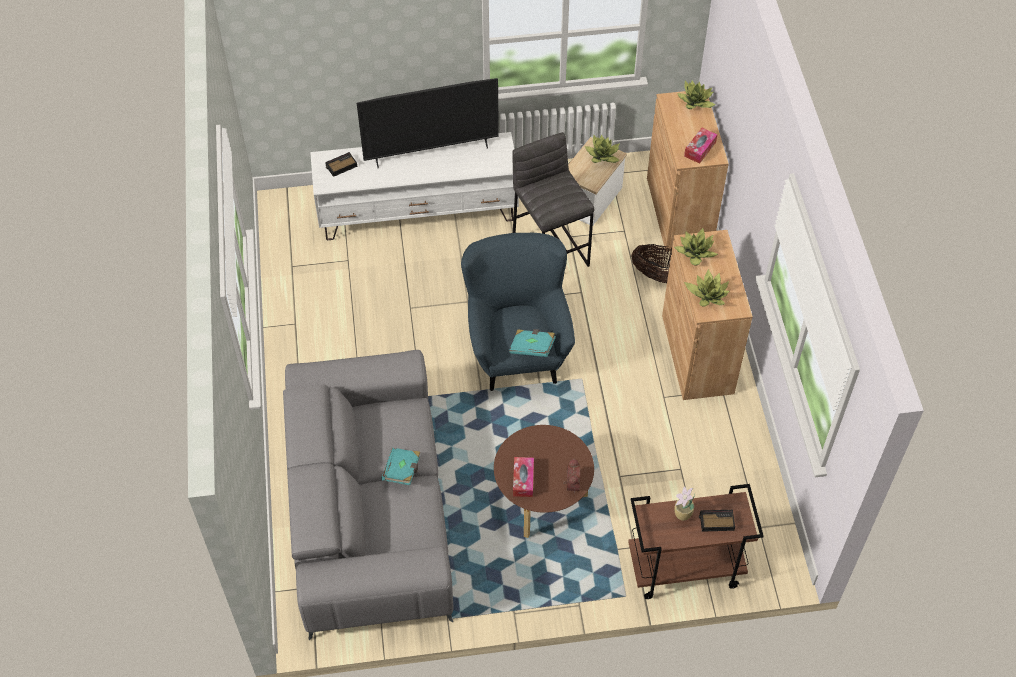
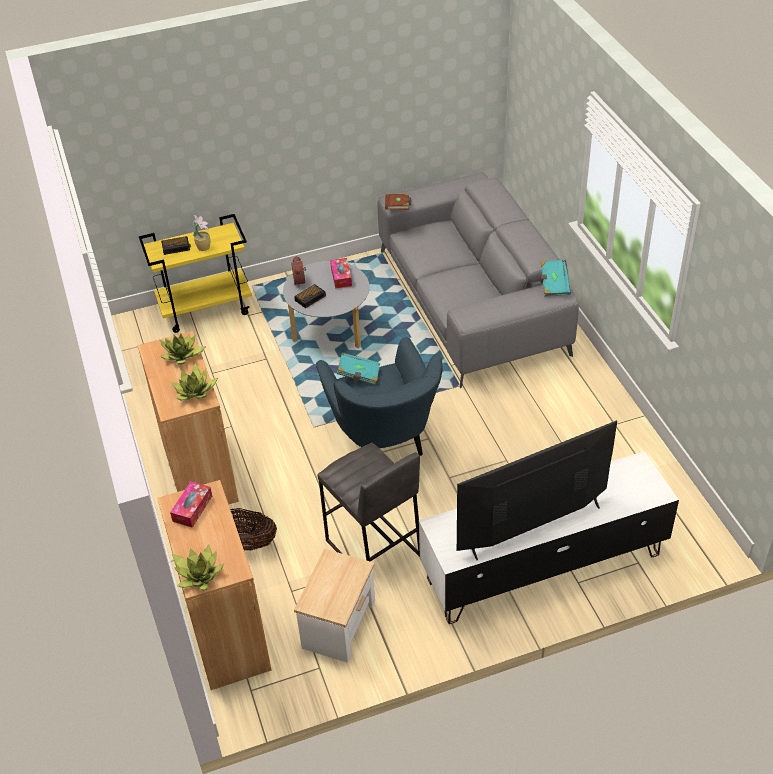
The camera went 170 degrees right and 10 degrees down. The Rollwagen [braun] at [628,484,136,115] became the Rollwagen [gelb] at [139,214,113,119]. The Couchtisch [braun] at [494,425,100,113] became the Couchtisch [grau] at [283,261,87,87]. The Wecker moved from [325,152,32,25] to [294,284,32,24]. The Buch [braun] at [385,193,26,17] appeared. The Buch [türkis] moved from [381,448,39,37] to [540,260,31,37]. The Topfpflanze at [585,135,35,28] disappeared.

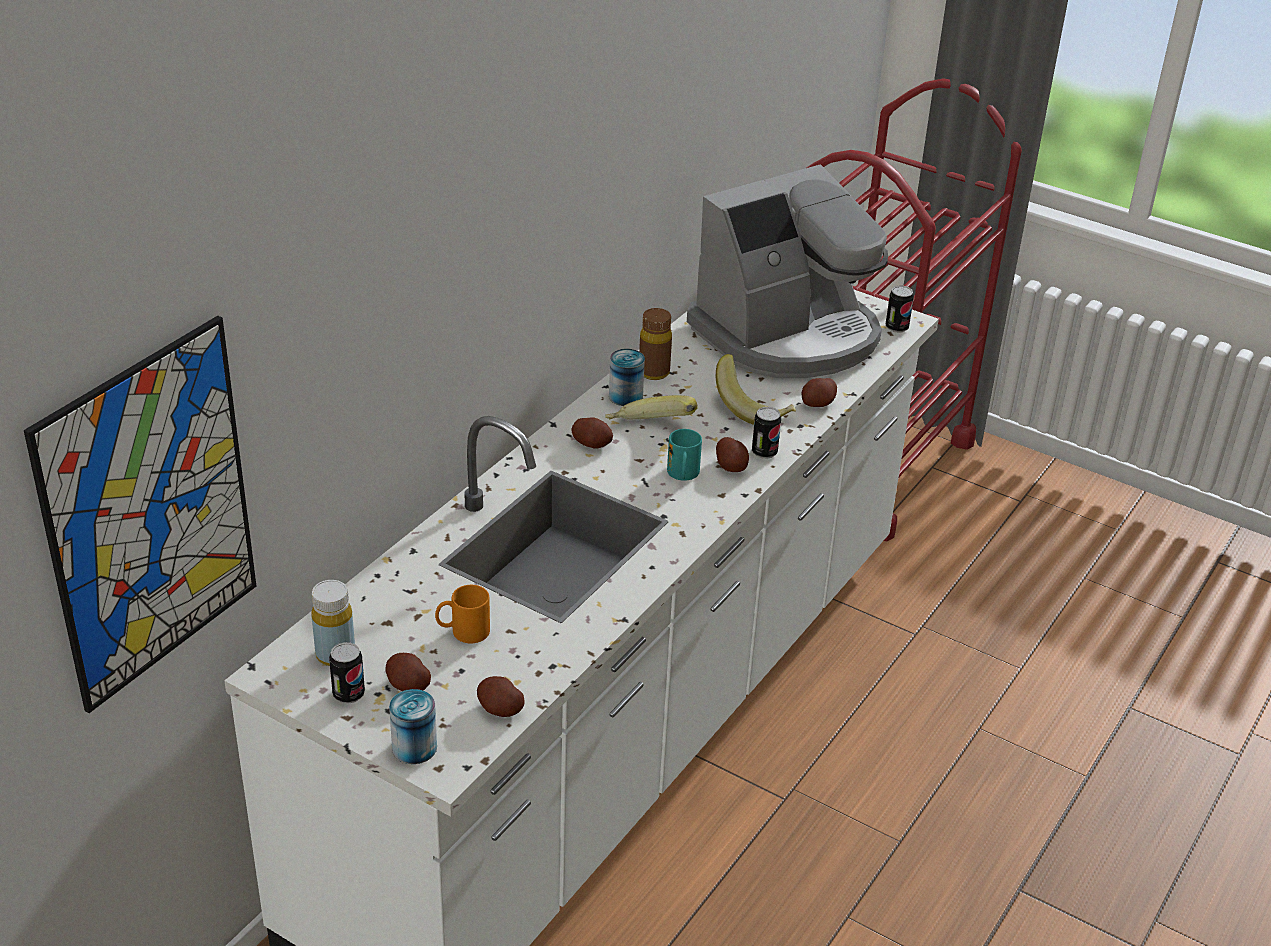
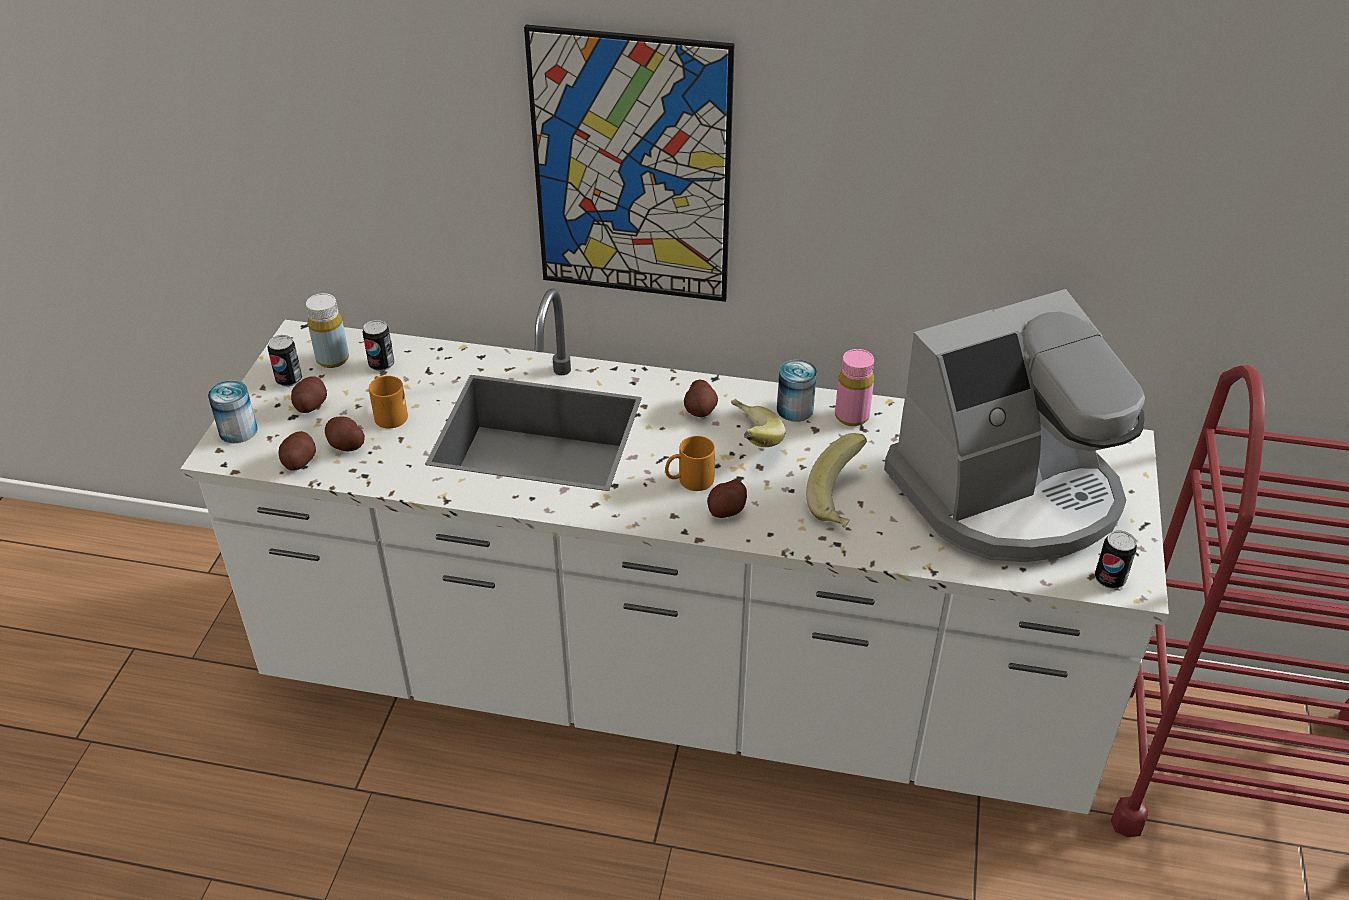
The camera went 70 degrees right and 5 degrees up. The Kartoffel moved from [801,378,36,29] to [325,416,40,35]. The Dose moved from [752,407,29,52] to [362,320,33,51]. The Bild moved from [24,316,232,397] to [524,25,211,277]. The Henkelbecher [türkis] at [667,429,35,52] became the Henkelbecher [orange] at [665,436,50,55]. The Flasche [braun] at [639,308,33,72] became the Flasche [rosa] at [835,349,39,77]. The Kaffeemaschine at [687,164,201,214] turned 60 degrees counterclockwise.

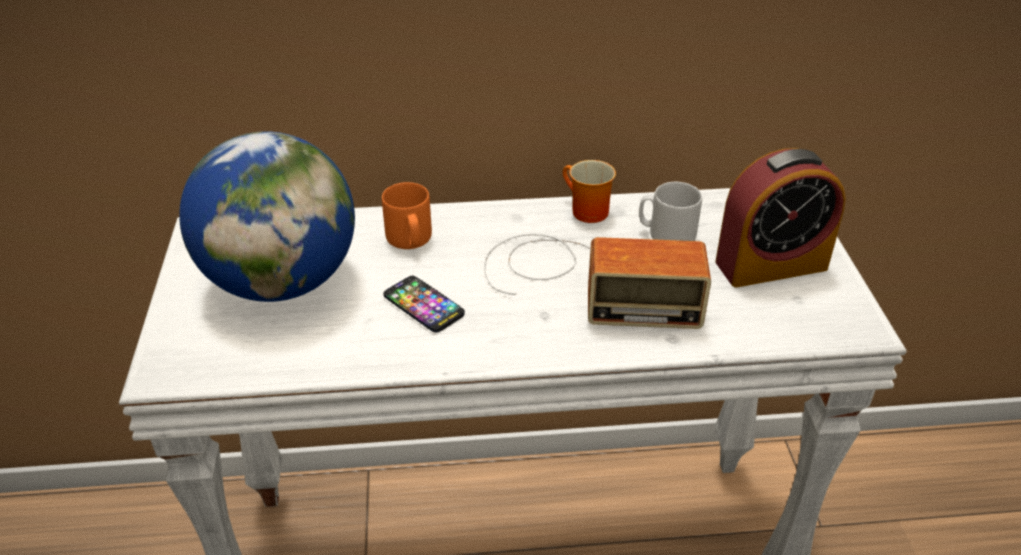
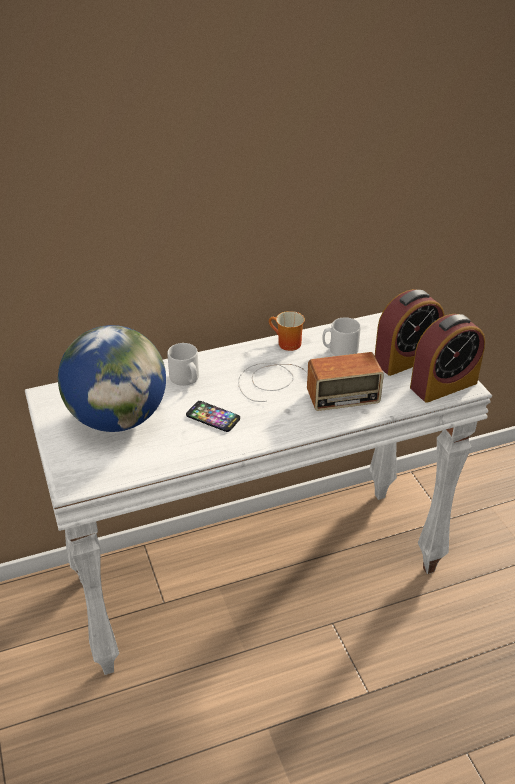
The camera went 15 degrees left and 0 degrees up. The Henkelbecher [orange] at [382,182,50,67] became the Henkelbecher [grau] at [167,343,32,43]. The Wecker at [410,314,75,89] appeared.

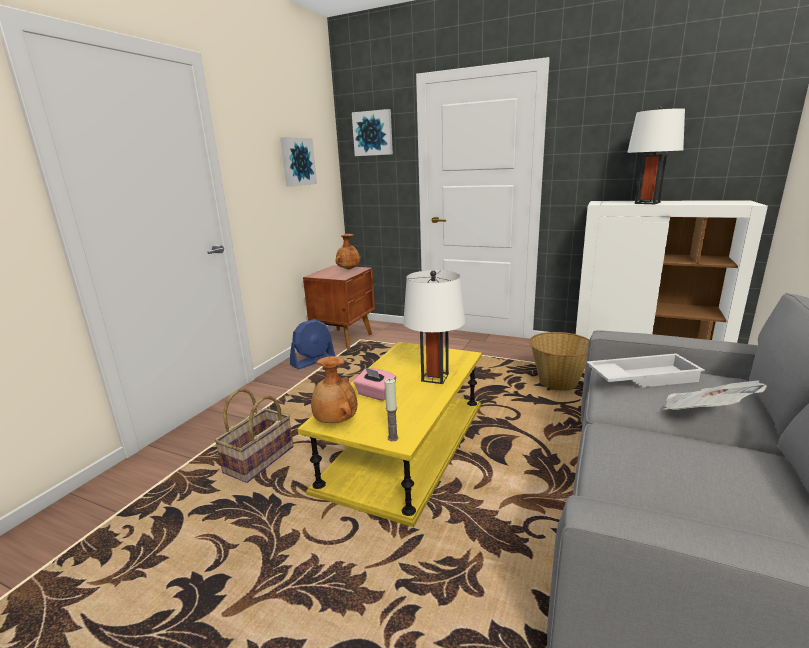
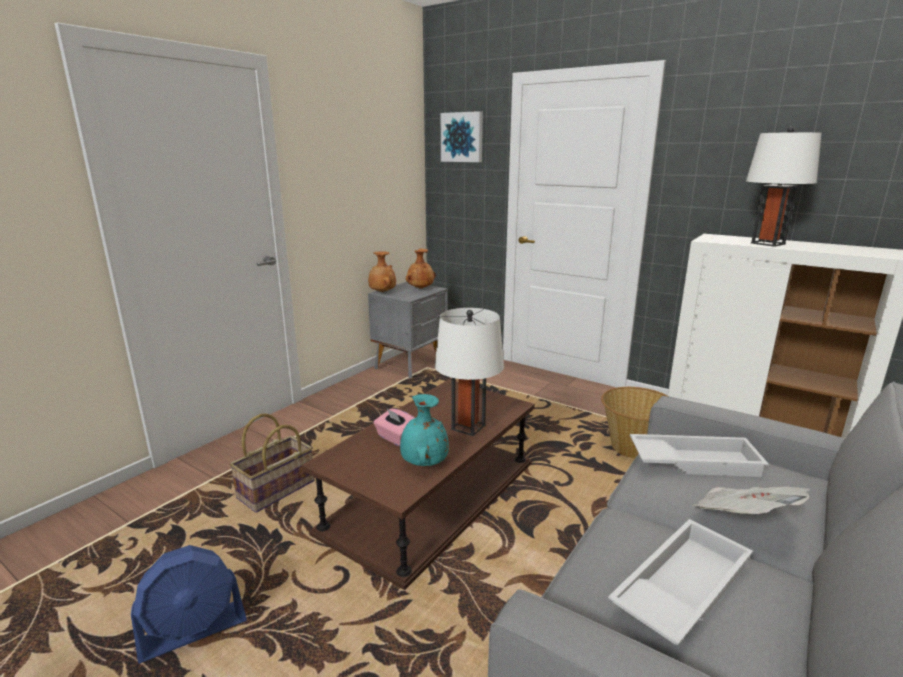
The camera went 10 degrees right and 0 degrees up. The Ventilator [blau] moved from [290,319,45,50] to [131,545,116,119]. The Couchtisch [gelb] at [297,342,185,185] became the Couchtisch [braun] at [302,379,233,211]. The Vase [braun] moved from [311,356,46,67] to [368,251,28,41]. The Nachttisch [braun] at [303,265,72,85] became the Nachttisch [grau] at [368,282,80,96]. The Vase [türkis] at [400,394,49,72] appeared. The Tablett [weiß] at [608,519,145,126] appeared. The Bild at [280,137,37,50] disappeared. The Kerze at [385,378,14,63] disappeared.

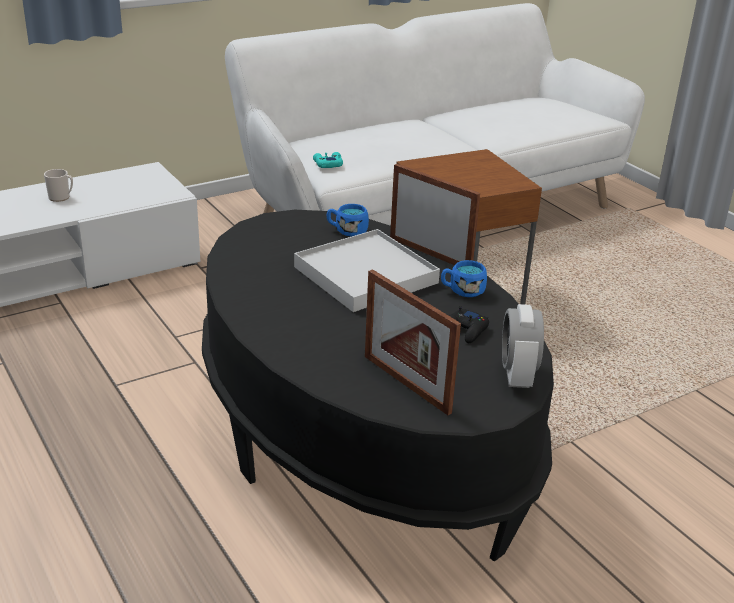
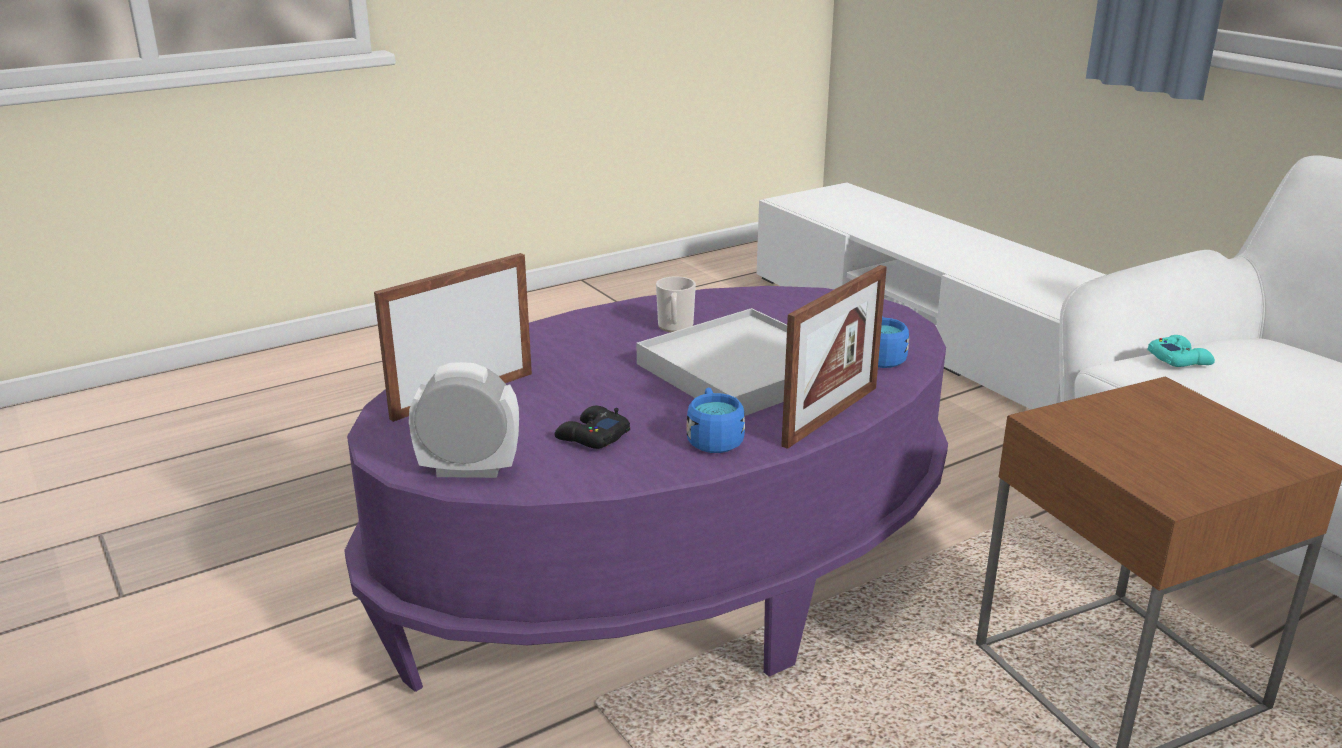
The camera went 90 degrees right and 5 degrees down. The Couchtisch [schwarz] at [202,210,352,351] became the Couchtisch [lila] at [344,286,604,406]. The Henkelbecher moved from [44,169,29,33] to [656,276,40,56].

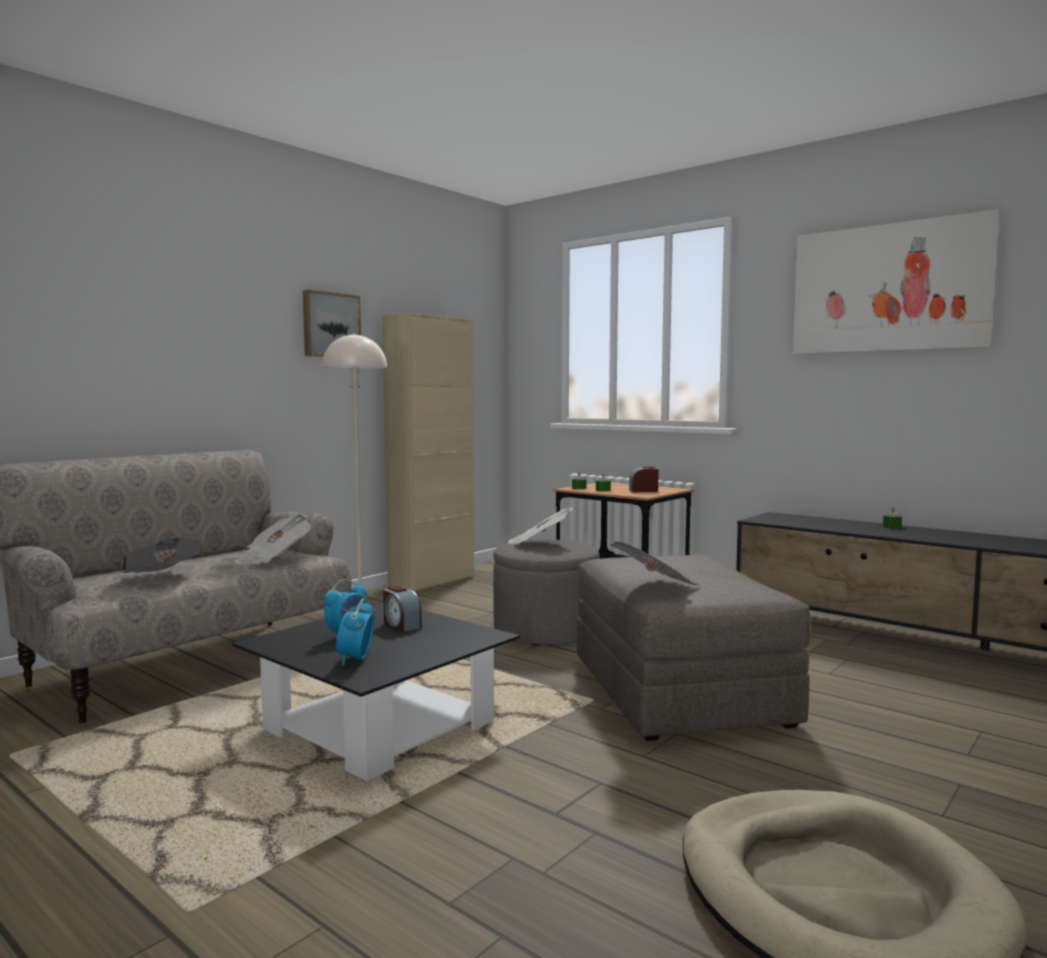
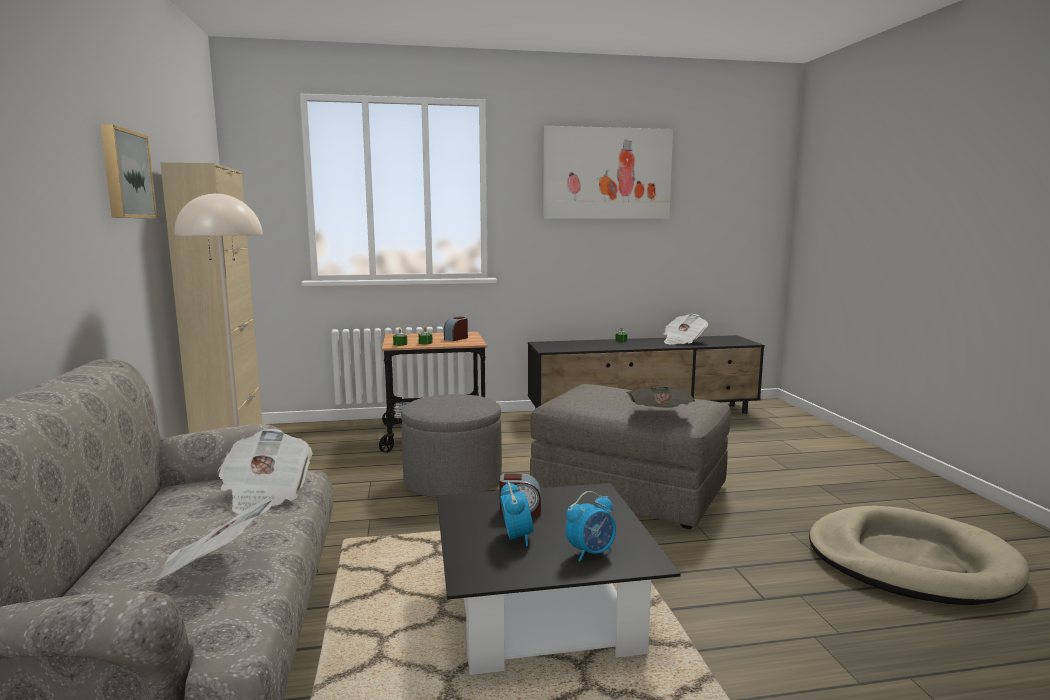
The camera went 50 degrees left and 5 degrees up. The Wecker at [336,598,38,68] turned 75 degrees counterclockwise. The Zeitung moved from [508,507,65,38] to [664,314,44,31].

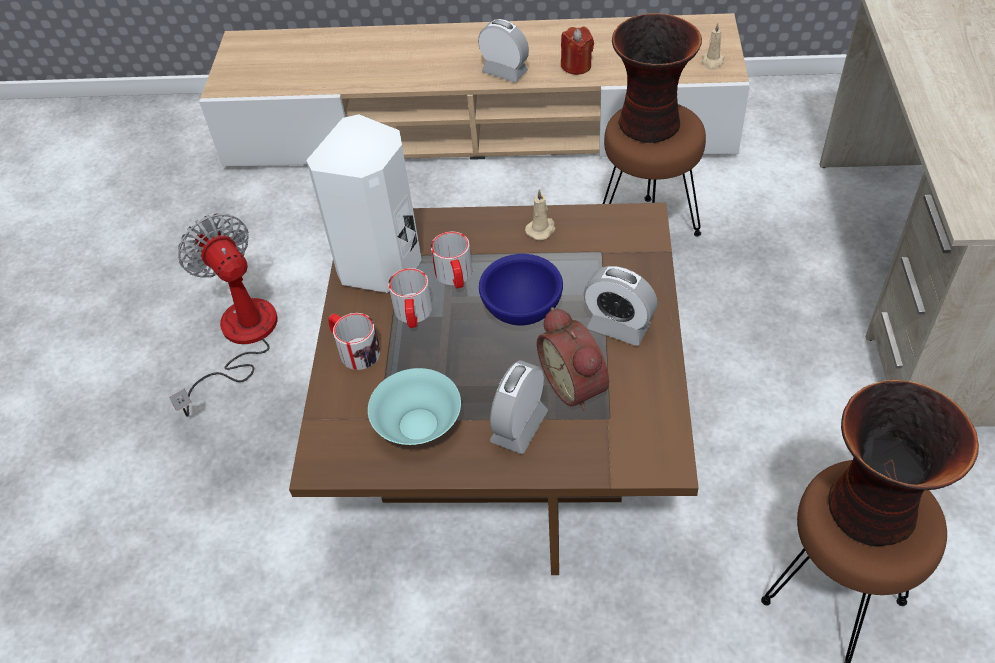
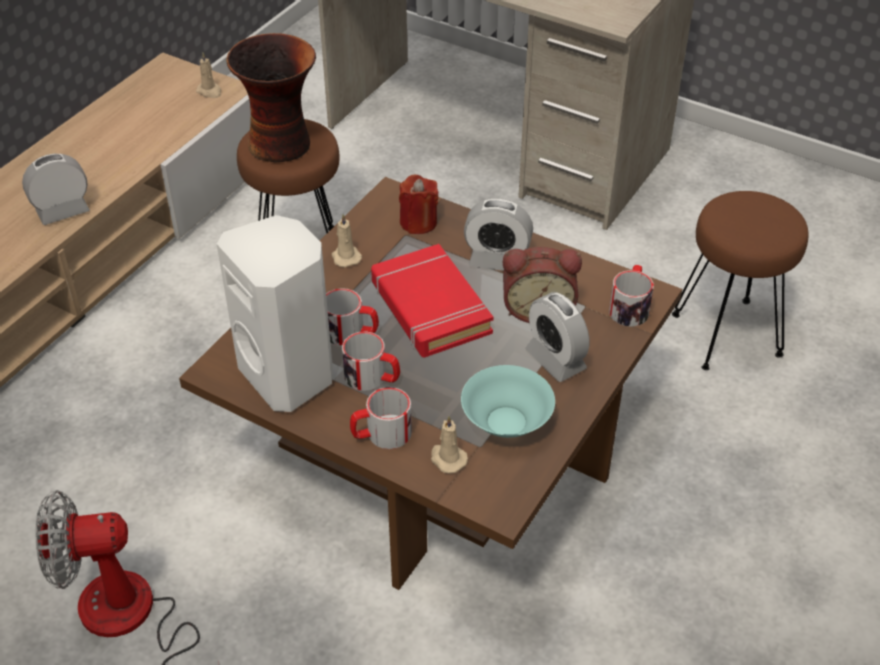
The camera went 65 degrees left and 5 degrees down. The Schüssel [blau] at [479,254,84,72] was replaced by the Buch [rot] at [371,244,122,113]. The Kerze [rot] moved from [561,27,33,48] to [399,175,40,59]. The Kerze [beige] at [431,416,37,58] appeared. The Wecker at [584,266,73,80] turned 45 degrees clockwise. The Henkelbecher at [609,265,45,62] appeared. The Vase at [828,380,151,166] disappeared.

